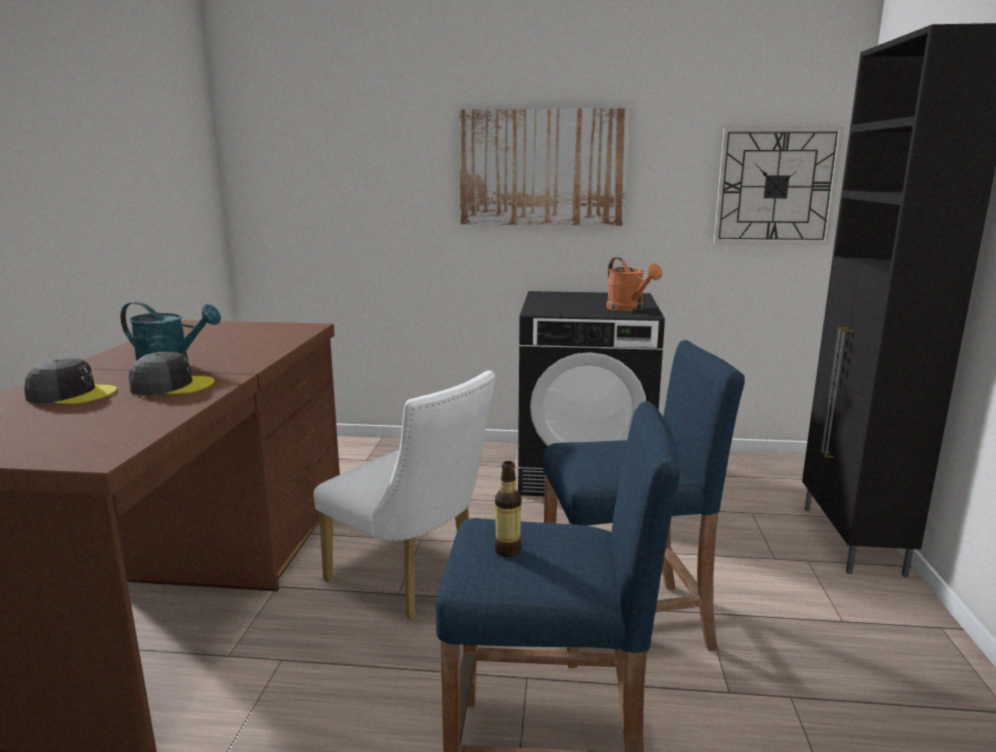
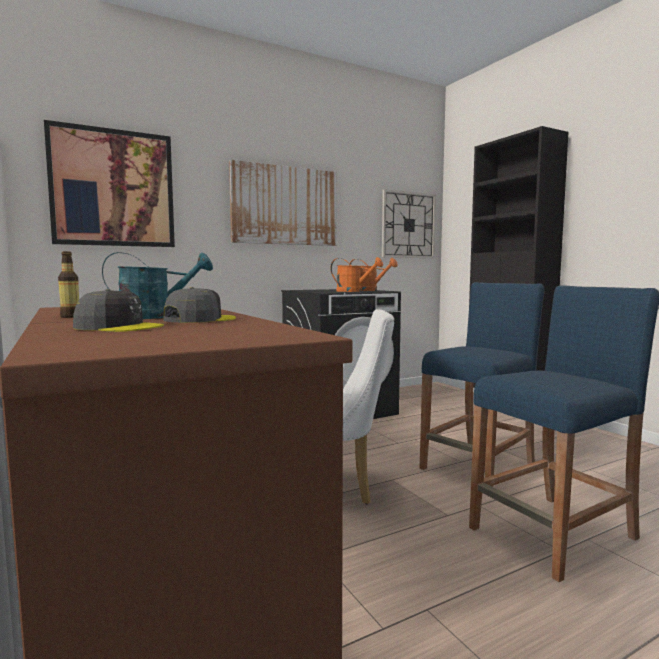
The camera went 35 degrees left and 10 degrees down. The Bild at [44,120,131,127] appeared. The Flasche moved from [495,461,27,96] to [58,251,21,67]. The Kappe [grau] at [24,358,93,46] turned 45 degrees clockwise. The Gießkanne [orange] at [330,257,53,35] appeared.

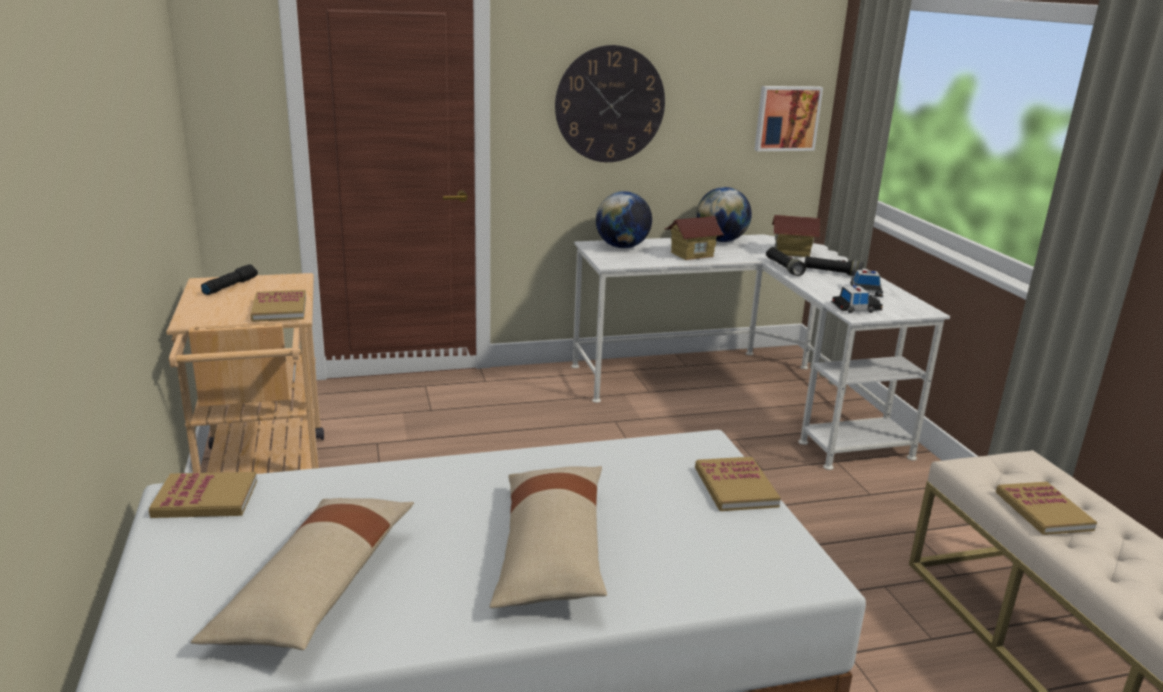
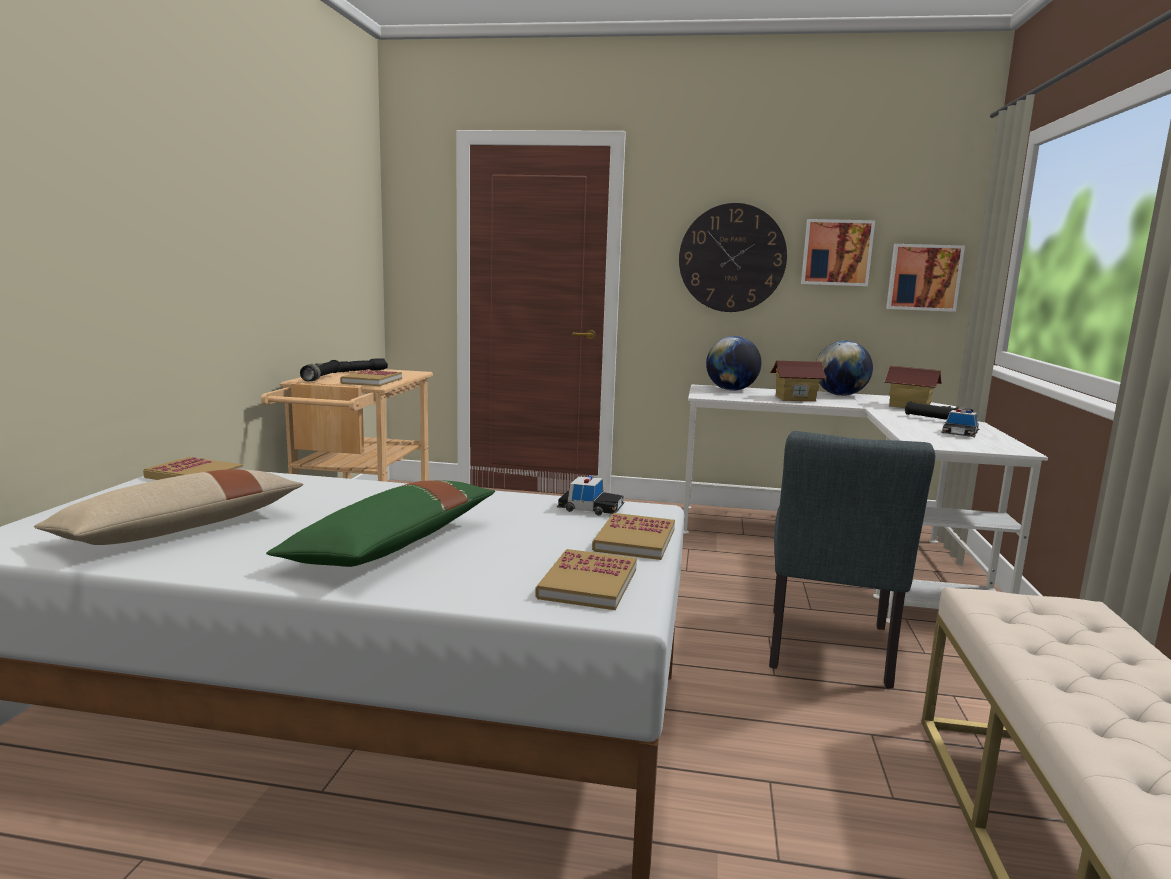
The camera went 25 degrees right and 10 degrees down. The Kissen [beige] at [490,466,117,142] became the Kissen [grün] at [266,480,229,87]. The Taschenlampe [schwarz] moved from [766,247,40,29] to [300,360,41,21]. The Buch moved from [996,482,101,53] to [535,549,102,61]. The Spielzeugauto moved from [831,285,52,28] to [557,476,67,40]. The Stuhl [grau] at [769,431,166,257] appeared. The Bild at [801,219,74,67] appeared.

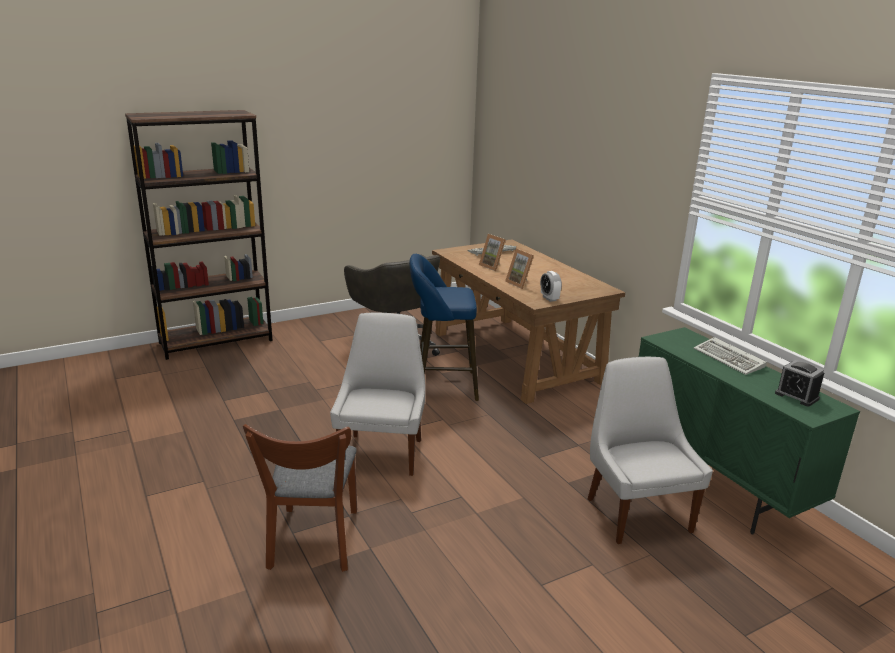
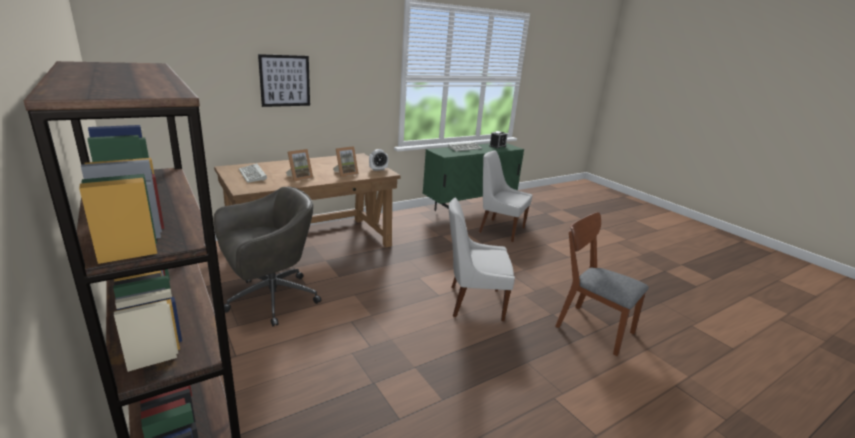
The camera went 95 degrees left and 0 degrees up. The Bild at [258,54,52,53] appeared. The Stuhl [weiß] at [588,357,125,187] turned 45 degrees clockwise. The Stuhl [braun] at [243,424,114,148] turned 135 degrees counterclockwise. The Hocker [blau] at [409,254,70,147] disappeared.

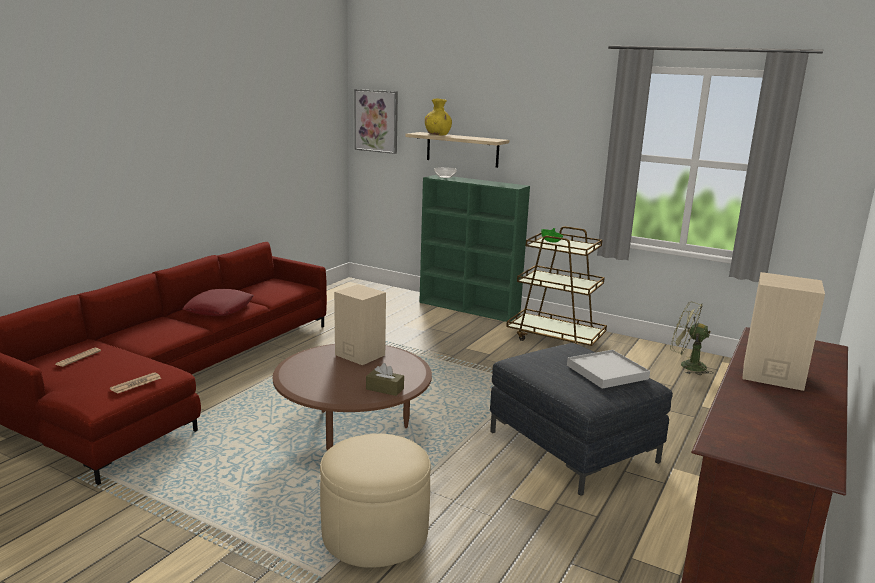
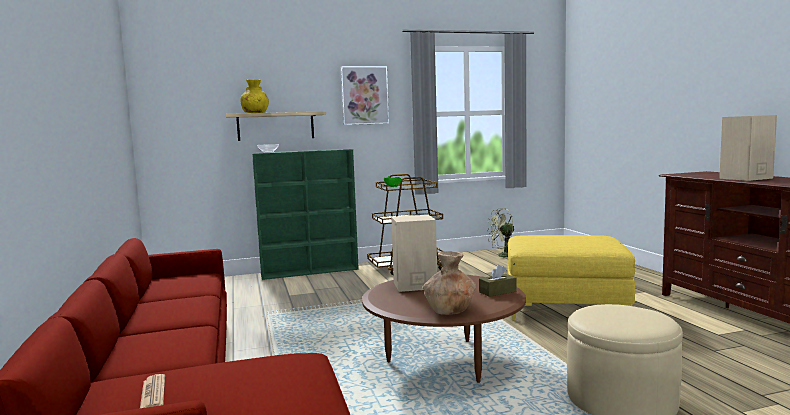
The camera went 45 degrees left and 10 degrees down. The Bild moved from [354,89,44,65] to [340,66,49,59]. The Vase [braun] at [423,251,53,64] appeared. The Polsterhocker [grau] at [490,343,183,153] became the Polsterhocker [gelb] at [508,235,127,86]. The Zeitung at [110,372,51,22] disappeared. The Kissen [rot] at [183,289,71,27] disappeared. The Tablett [weiß] at [567,350,83,39] disappeared.

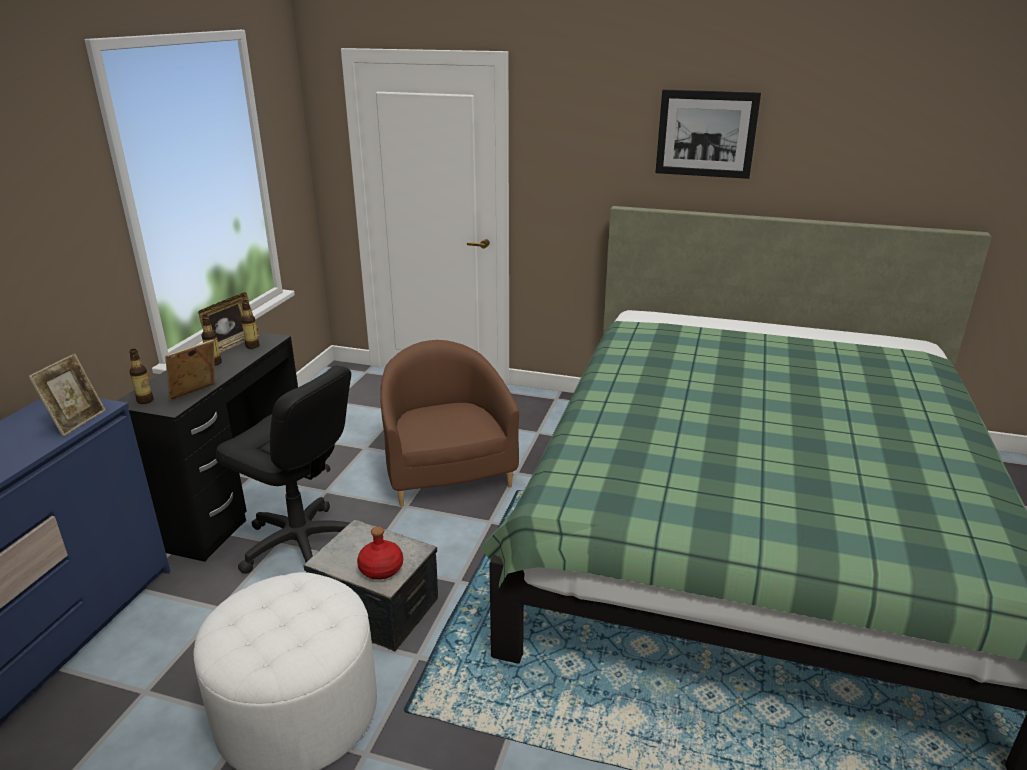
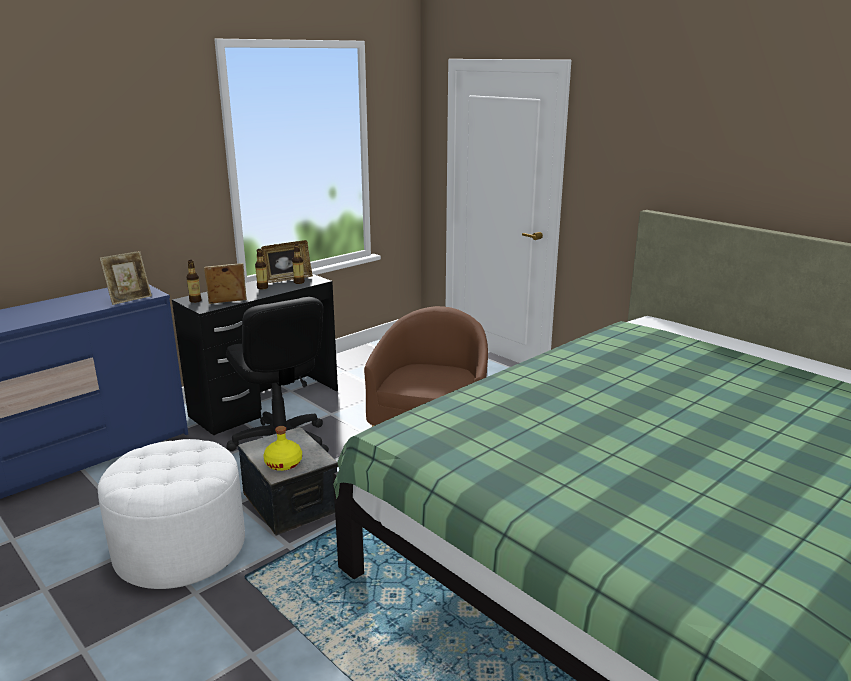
The camera went 30 degrees right and 5 degrees down. The Flasche [rot] at [357,527,46,53] became the Flasche [gelb] at [263,426,39,45]. The Bild at [655,89,106,90] disappeared.

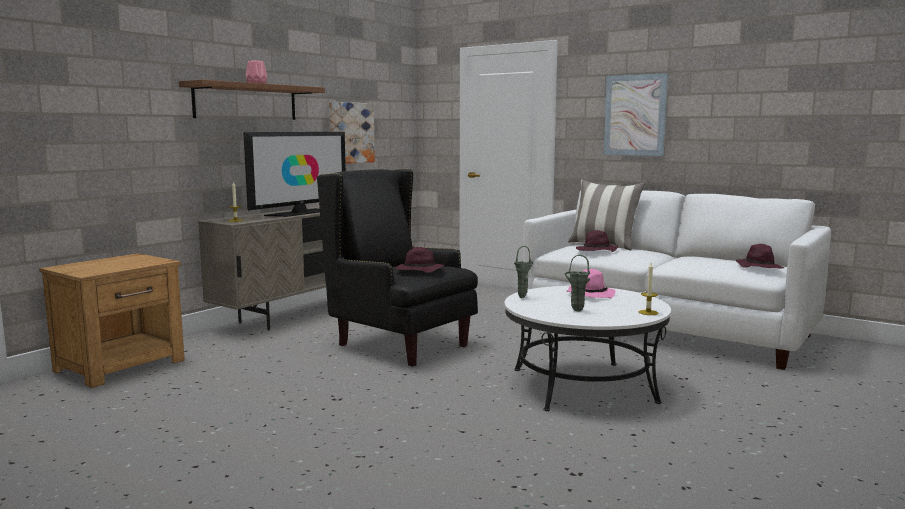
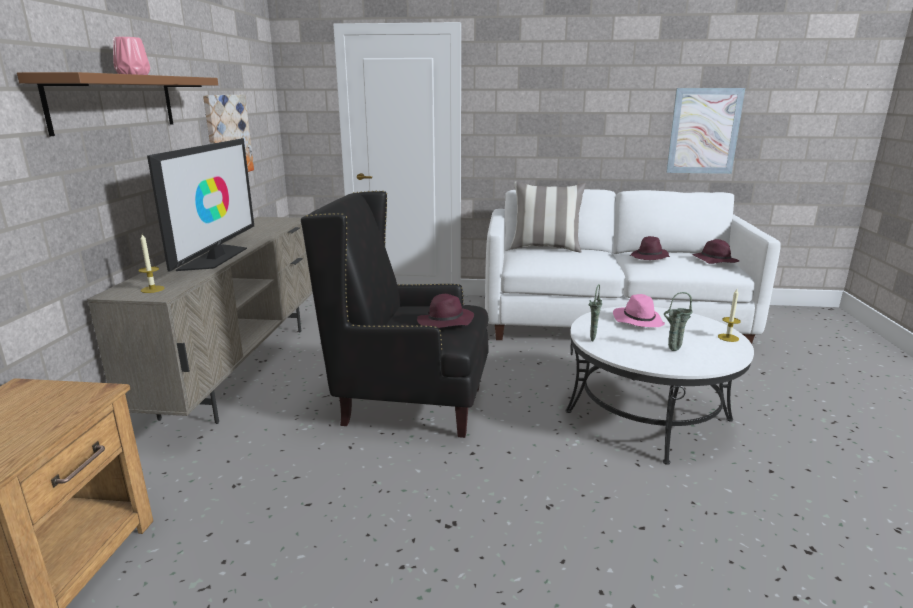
The camera went 30 degrees left and 10 degrees up. The Hut [lila] moved from [576,230,42,22] to [630,236,40,24]. The Bild moved from [604,73,64,83] to [666,88,79,86].

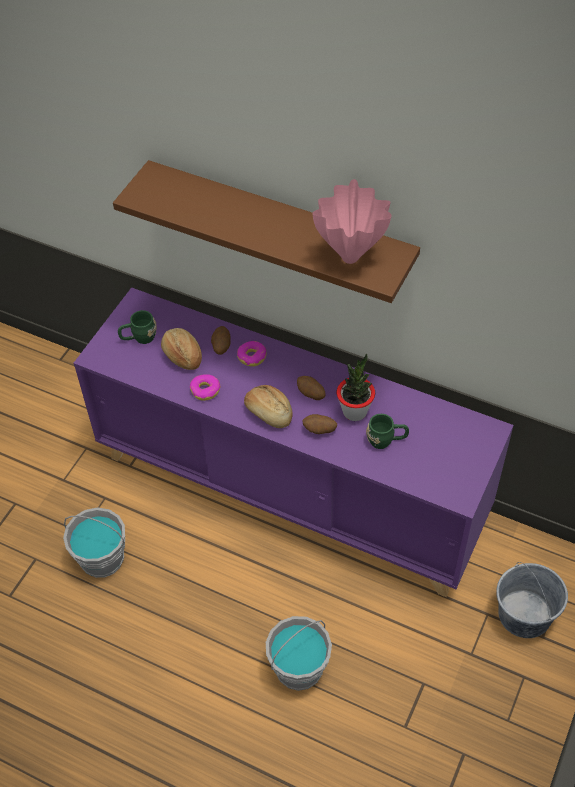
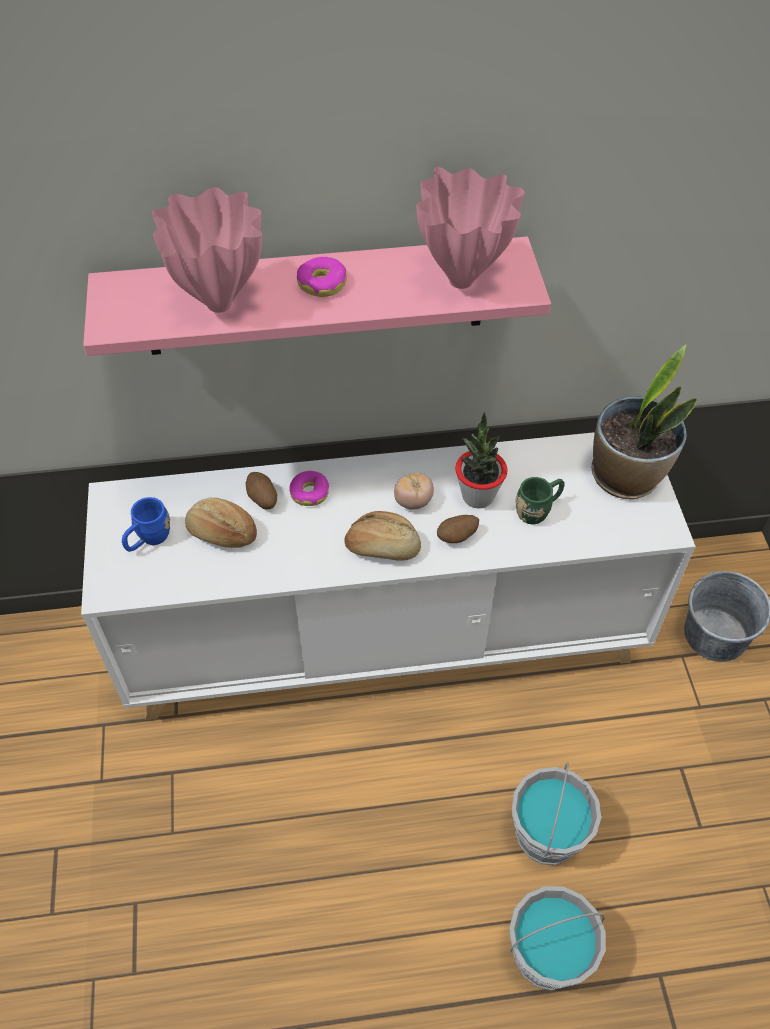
The camera went 35 degrees left and 0 degrees up. The Schrank [lila] at [73,287,441,310] became the Schrank [weiß] at [81,432,615,288]. The Wandregal [braun] at [113,160,307,143] became the Wandregal [rosa] at [83,237,468,119]. The Henkelbecher [grün] at [118,310,39,34] became the Henkelbecher [blau] at [122,497,48,55]. The Vase [rosa] at [152,187,110,126] appeared. The Donut moved from [190,374,31,27] to [297,257,50,40]. The Kartoffel at [297,376,29,24] was replaced by the Tomate at [394,473,40,37]. The Eimer [grau] moved from [63,507,62,71] to [509,886,96,104]. The Topfpflanze at [592,345,106,154] appeared.

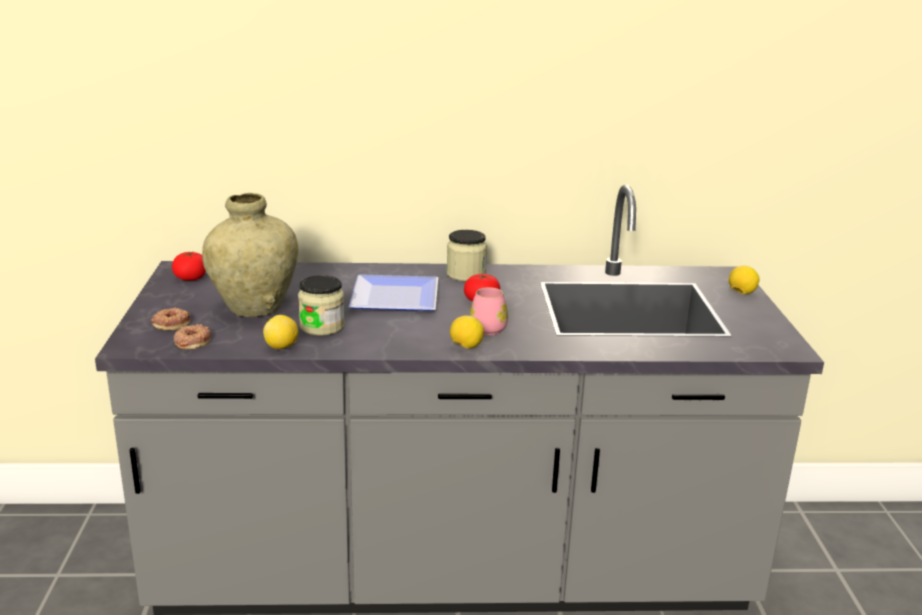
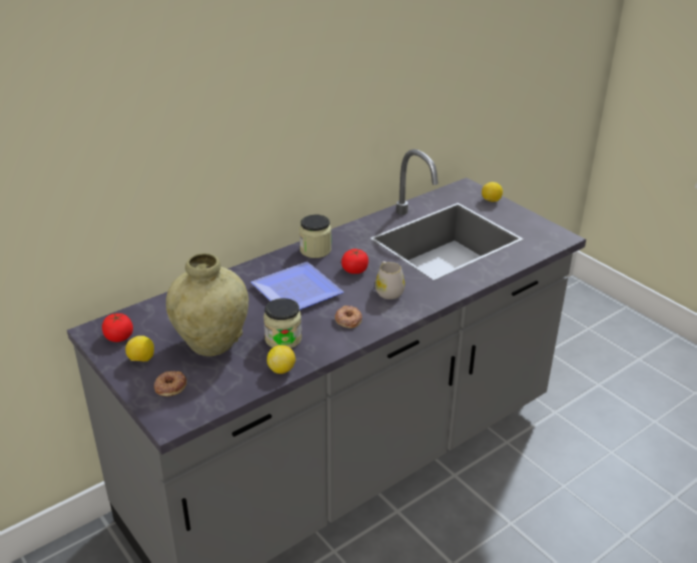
The camera went 35 degrees left and 10 degrees up. The Zitrone moved from [450,316,34,33] to [125,336,29,26]. The Donut moved from [174,324,37,25] to [335,306,27,22]. The Henkelbecher [rosa] at [469,287,39,48] became the Henkelbecher [weiß] at [375,261,30,38].

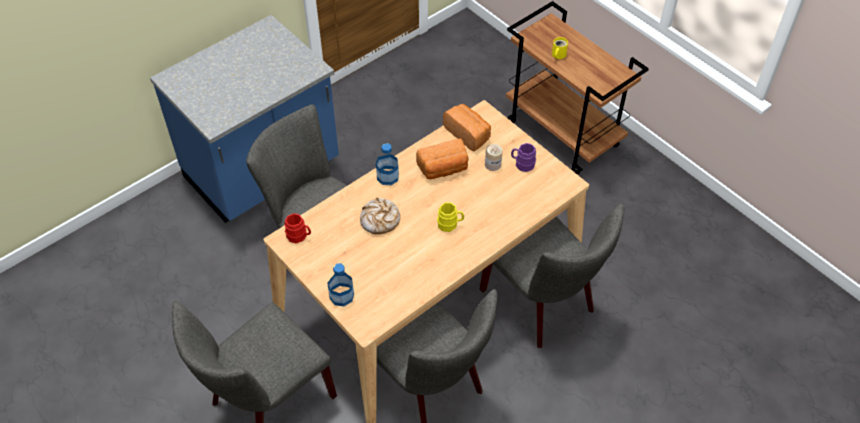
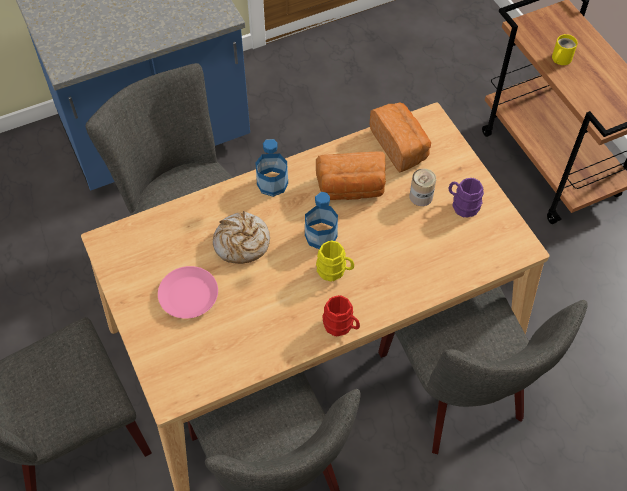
The camera went 15 degrees right and 5 degrees up. The Teller [rosa] at [158,266,60,53] appeared. The Flasche moved from [327,263,27,43] to [305,192,33,57]. The Henkelbecher [rot] moved from [284,213,27,30] to [322,295,38,41].

